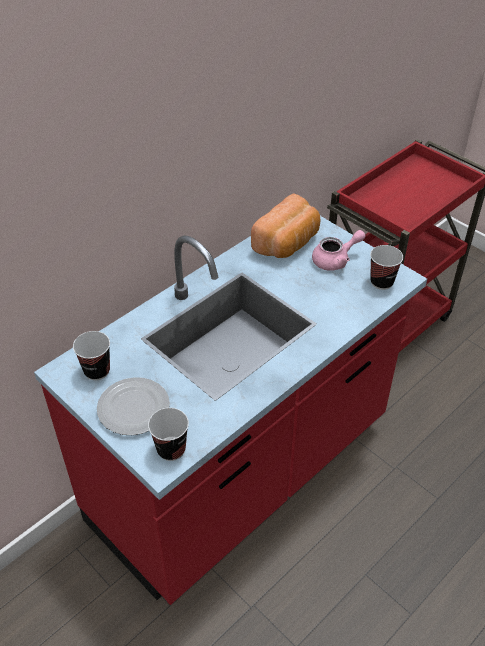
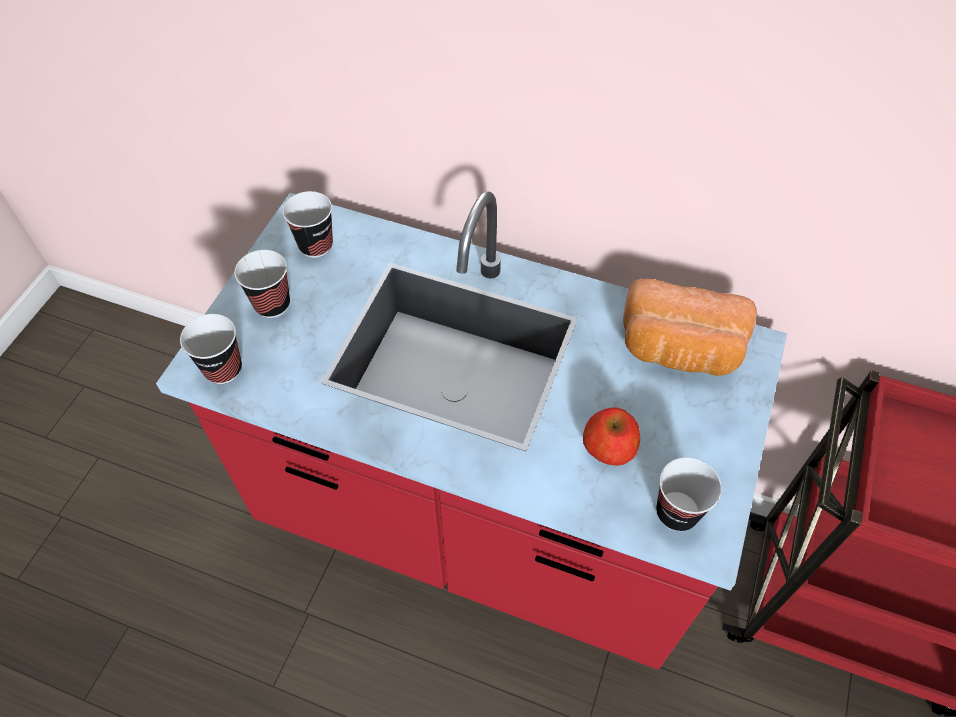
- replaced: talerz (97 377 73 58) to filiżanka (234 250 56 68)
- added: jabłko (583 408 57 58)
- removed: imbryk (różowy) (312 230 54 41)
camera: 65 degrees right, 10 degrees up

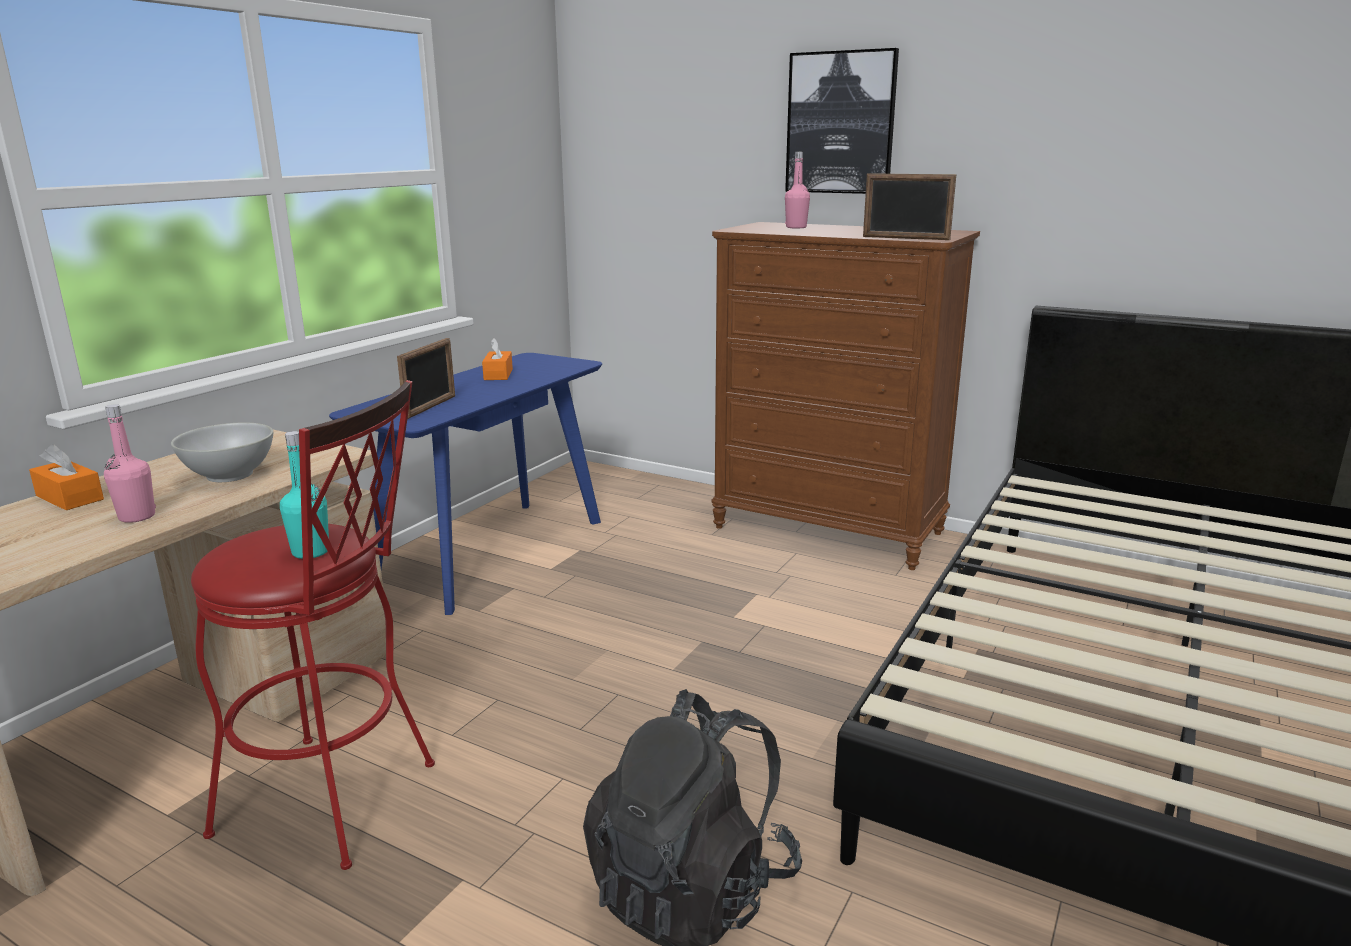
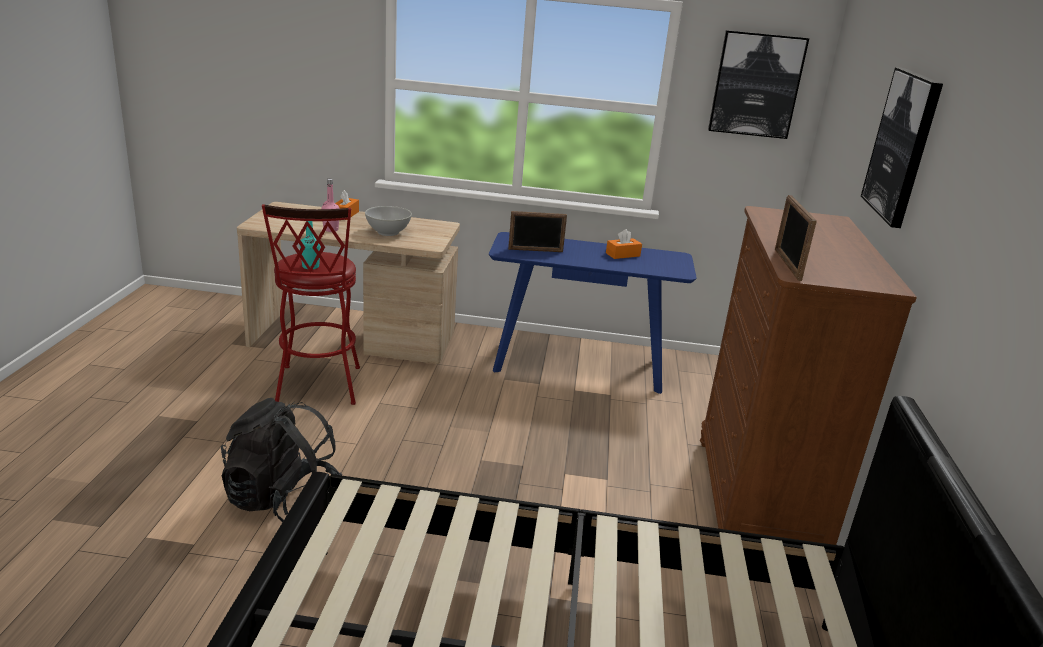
- added: obraz (708 30 101 109)
- removed: butelka (różowy) (785 152 25 76)
camera: 65 degrees right, 5 degrees up

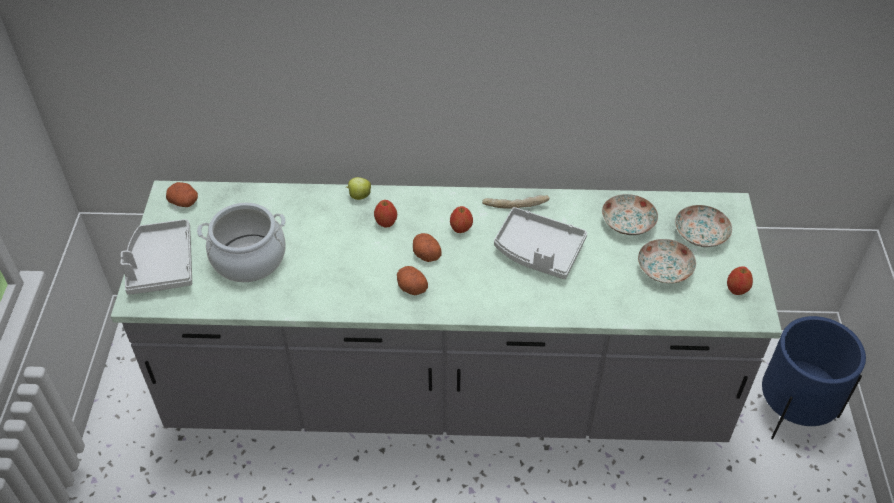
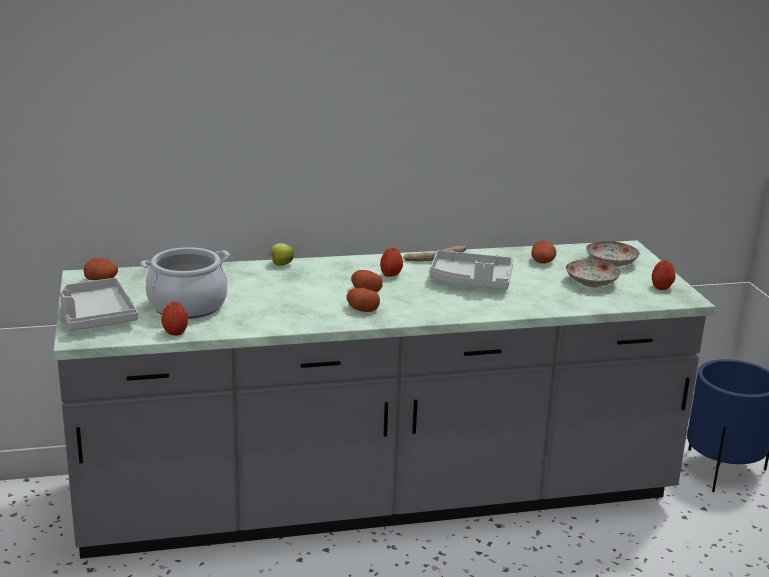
- moved: jabłko (374 200 23 28) to (161 302 27 34)
- replaced: talerz (602 194 56 41) to ziemniak (531 240 25 24)
camera: 15 degrees left, 25 degrees down

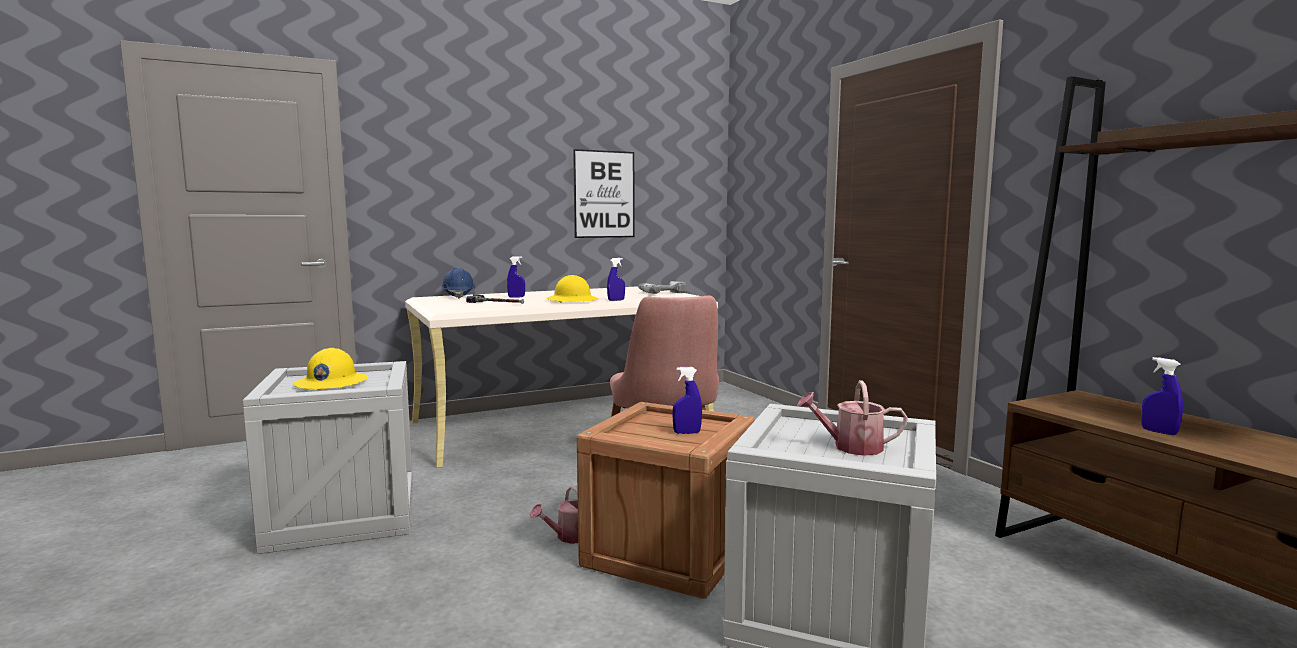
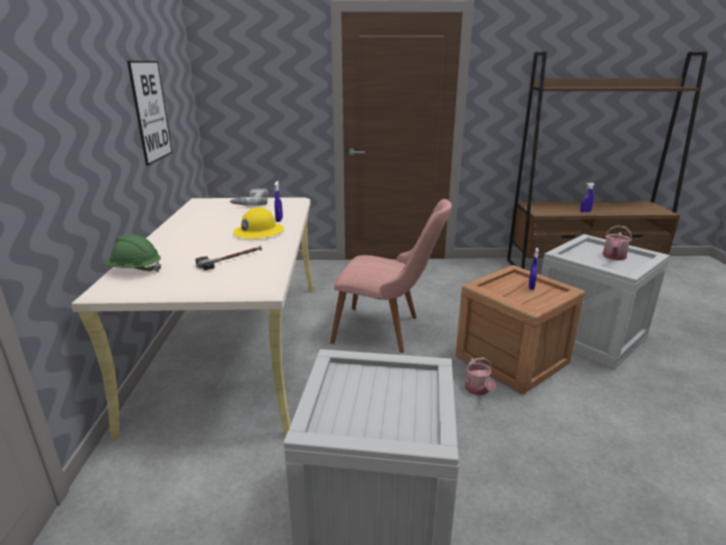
- recoloured: kask (niebieski) (441 268 34 31) to kask (zielony) (104 234 57 38)
- removed: kask (żółty) (293 348 75 41)
- removed: spryskiwacz (niebieski) (507 256 18 41)
camera: 65 degrees left, 15 degrees up

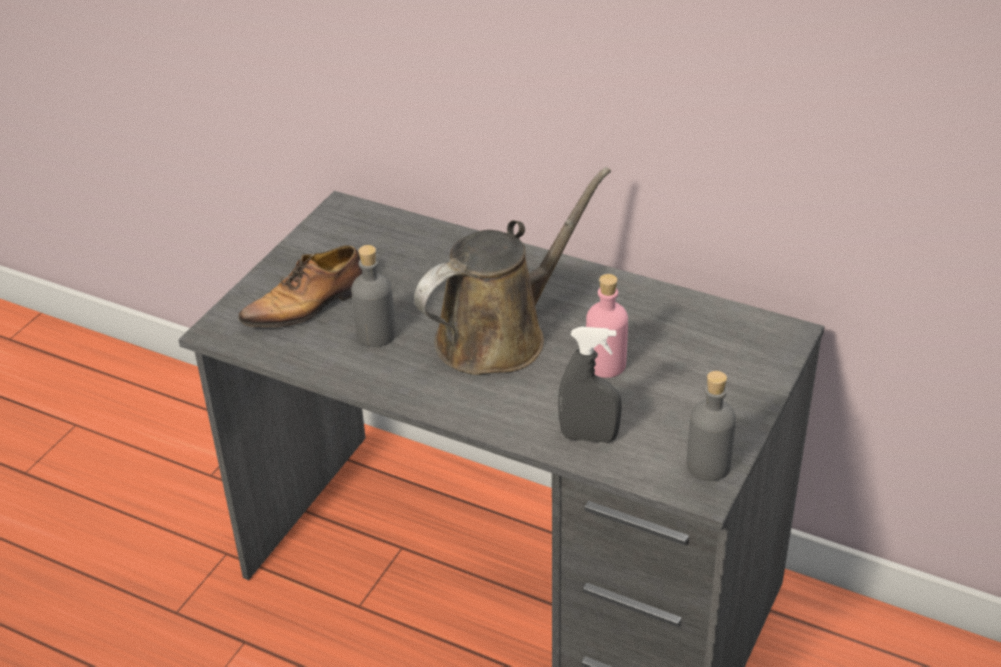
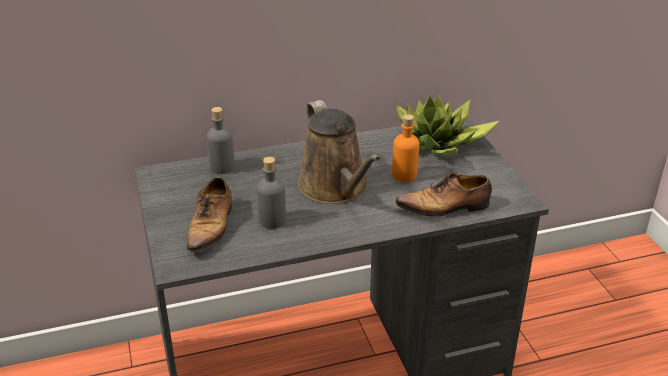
- moved: butelka (szary) (687 371 49 110) to (207 107 28 67)
- turned: konewka (brązowy) (414 167 197 208) = (298 100 82 104) 150 degrees clockwise
- recoloured: butelka (różowy) (586 274 42 104) to butelka (pomarańczowy) (392 114 27 68)
- added: roślina doniczkowa (395 94 104 62)
- replaced: spryskiwacz (szary) (558 327 64 116) to but (395 172 97 45)
camera: 45 degrees left, 5 degrees down

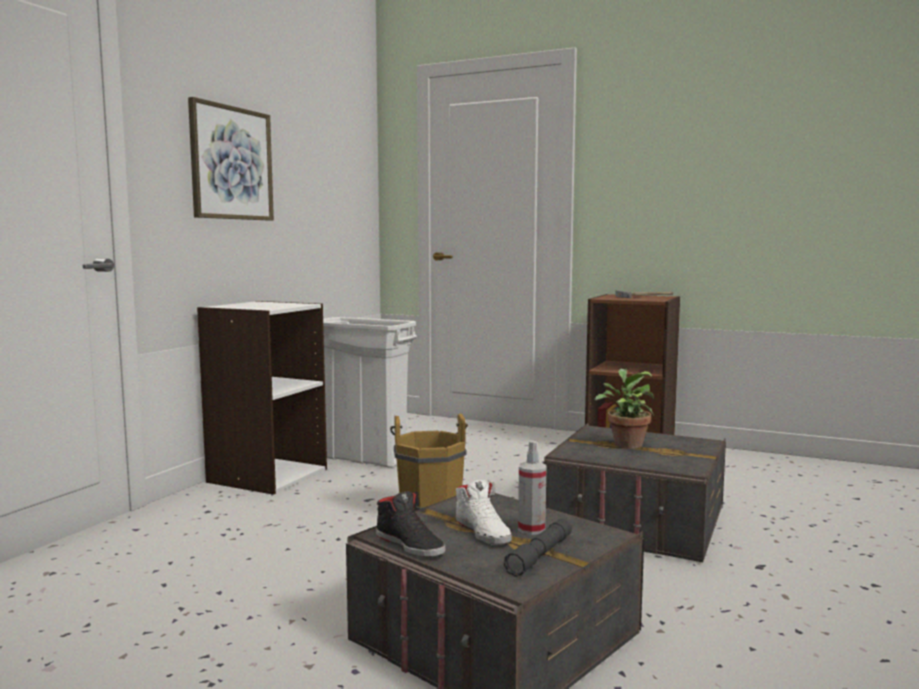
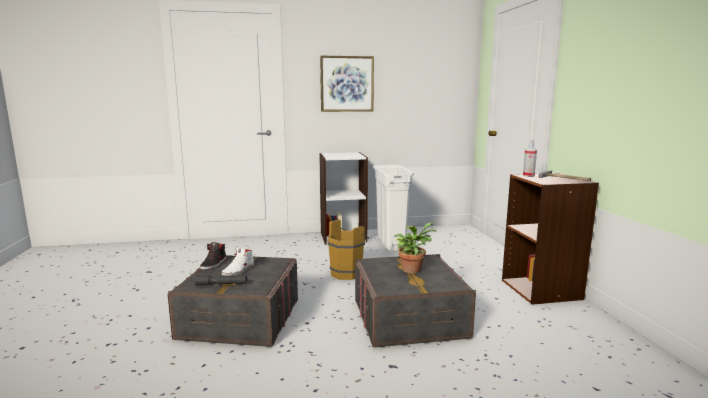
- moved: spryskiwacz (518 440 28 95) to (523 139 14 38)
camera: 55 degrees right, 5 degrees up

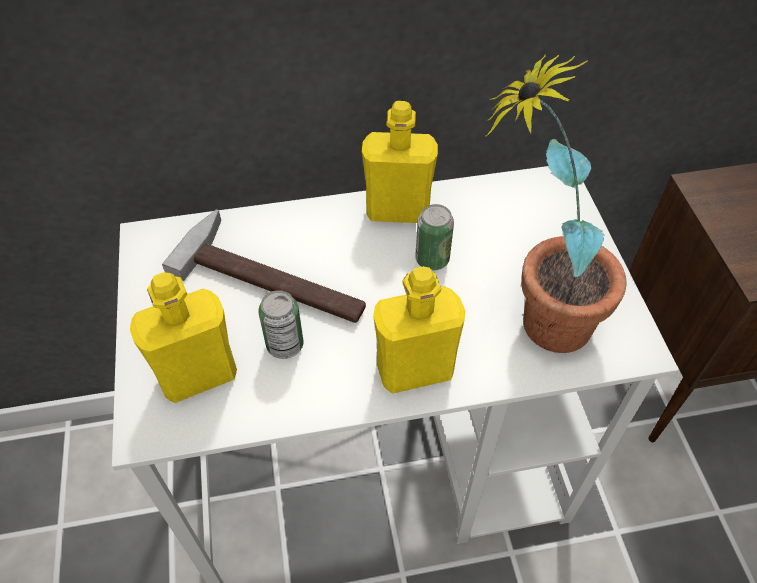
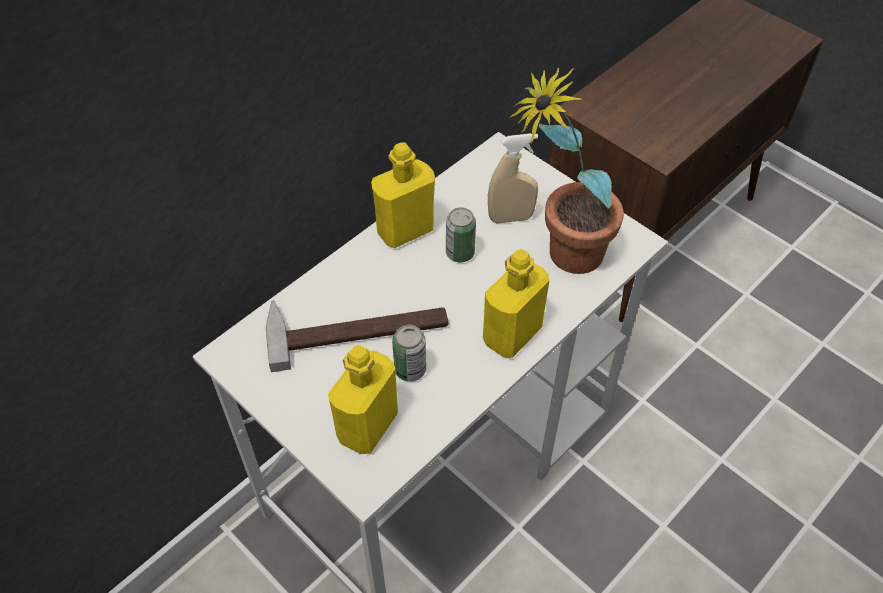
- added: spryskiwacz (beżowy) (488 133 50 90)
camera: 35 degrees left, 0 degrees up

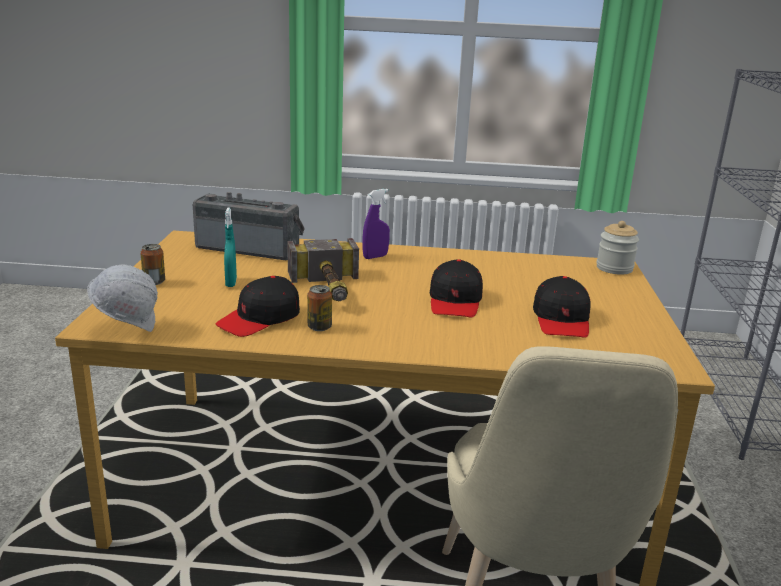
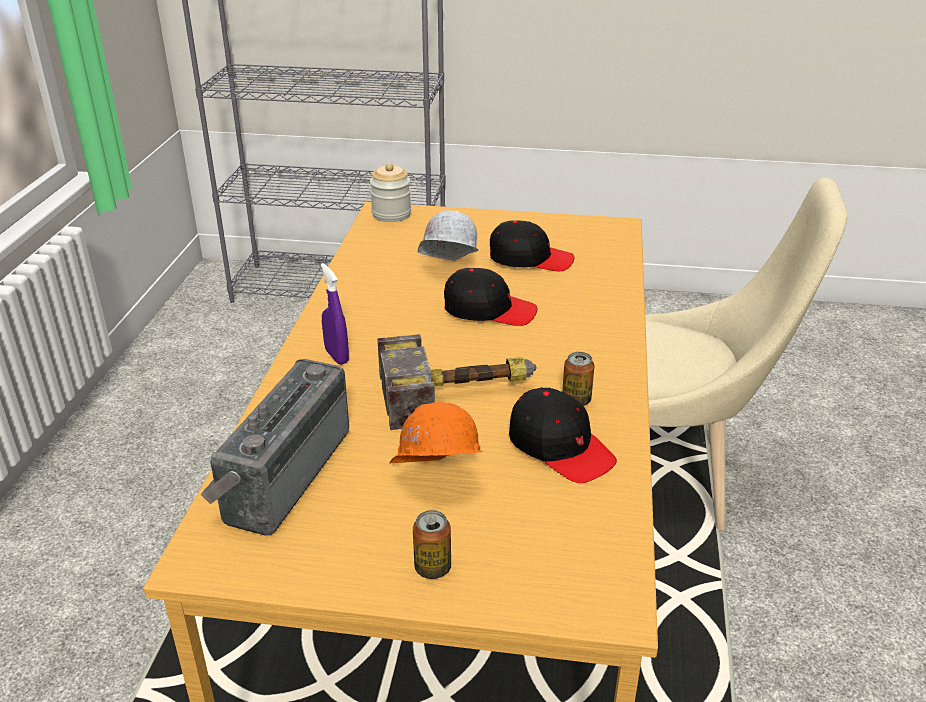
- replaced: spryskiwacz (turkusowy) (224 208 13 79) to kask (pomarańczowy) (389 402 94 63)
- moved: kask (biały) (87 264 71 68) to (418 210 60 51)
camera: 85 degrees left, 10 degrees up

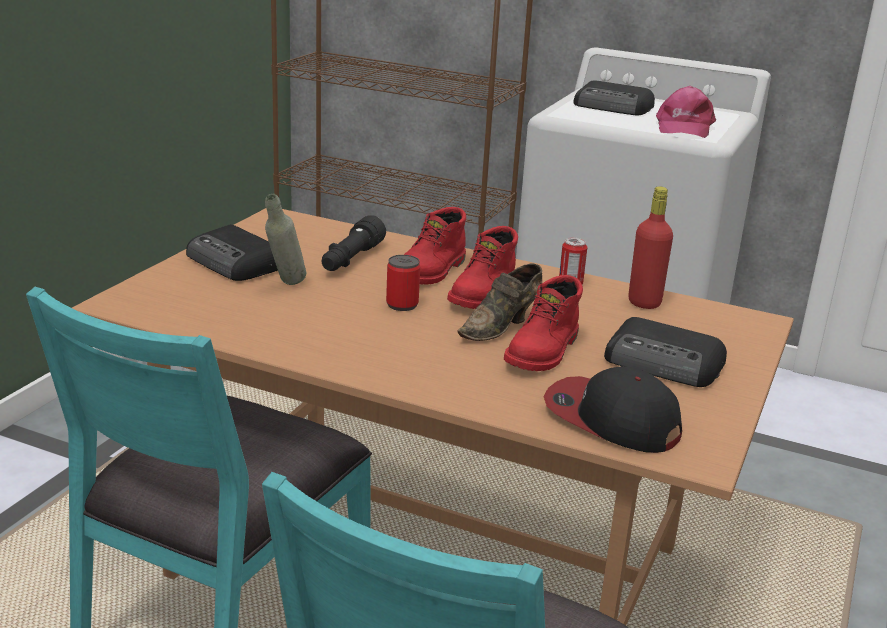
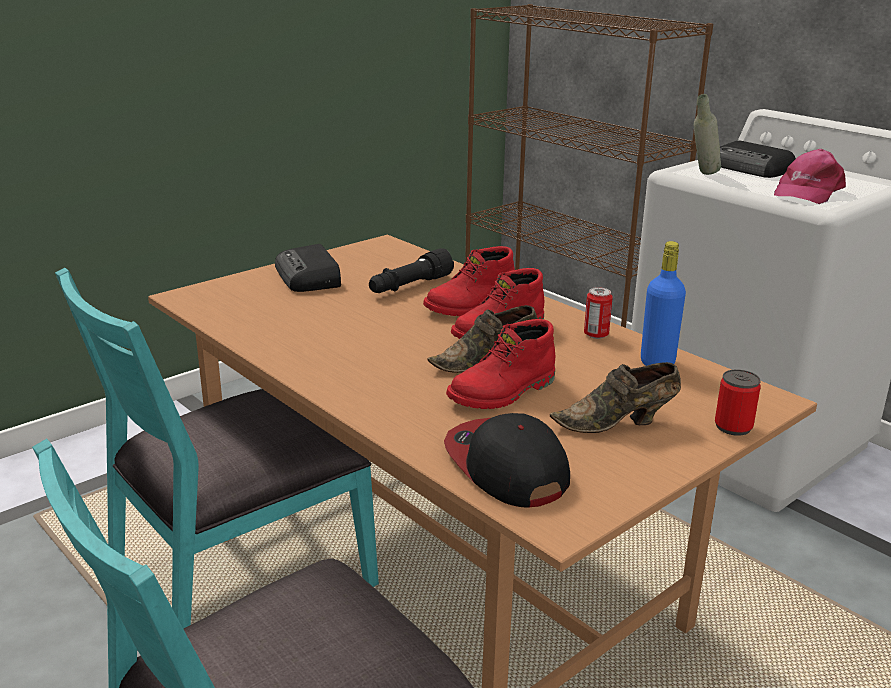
- replaced: radio (604 317 123 70) to but (brązowy) (550 362 131 71)
- recoloured: butelka (czerwony) (628 186 45 123) to butelka (niebieski) (641 241 45 125)
- moved: butelka (szary) (265 194 41 91) to (694 94 27 81)
- moved: puszka (386 255 34 56) to (715 370 46 66)
camera: 25 degrees right, 0 degrees up

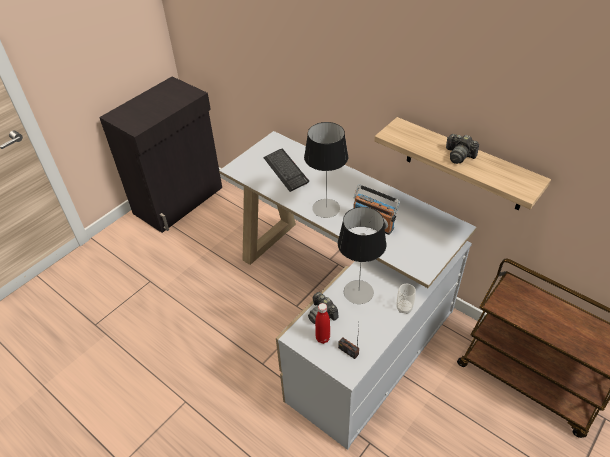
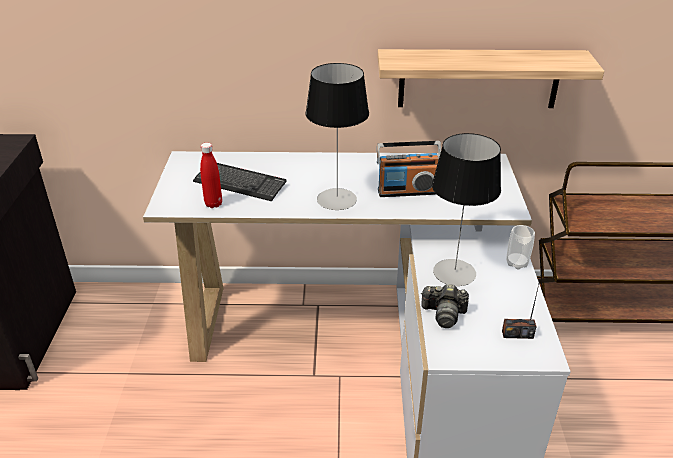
- moved: butelka (czerwony) (315 303 15 41) to (200 143 22 65)
- removed: aparat fotograficzny (446 134 33 30)
camera: 40 degrees left, 10 degrees down

